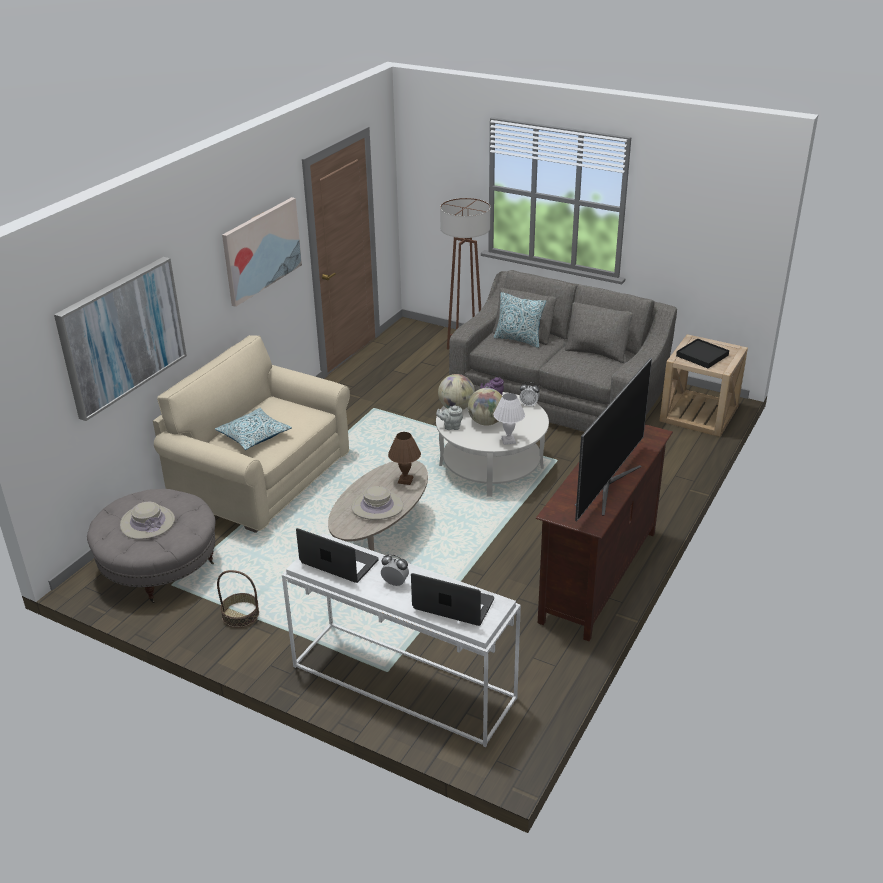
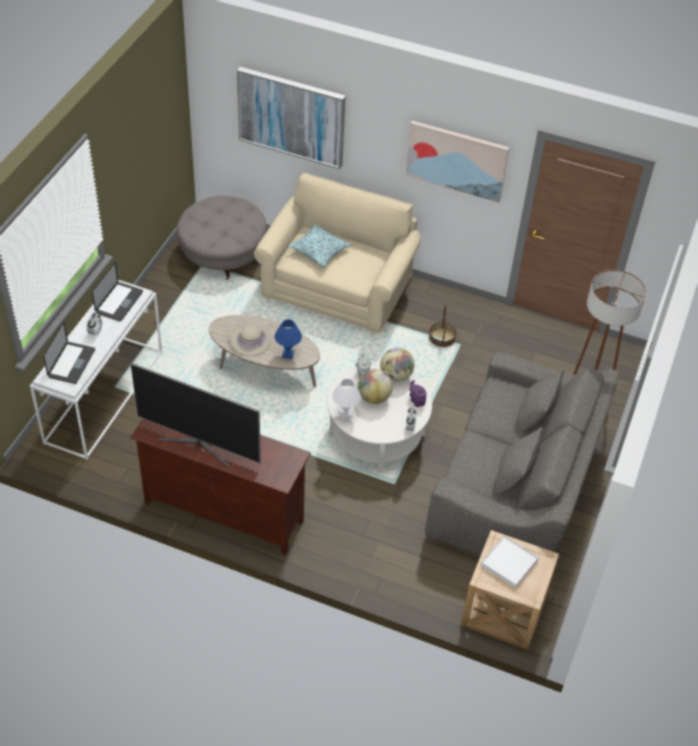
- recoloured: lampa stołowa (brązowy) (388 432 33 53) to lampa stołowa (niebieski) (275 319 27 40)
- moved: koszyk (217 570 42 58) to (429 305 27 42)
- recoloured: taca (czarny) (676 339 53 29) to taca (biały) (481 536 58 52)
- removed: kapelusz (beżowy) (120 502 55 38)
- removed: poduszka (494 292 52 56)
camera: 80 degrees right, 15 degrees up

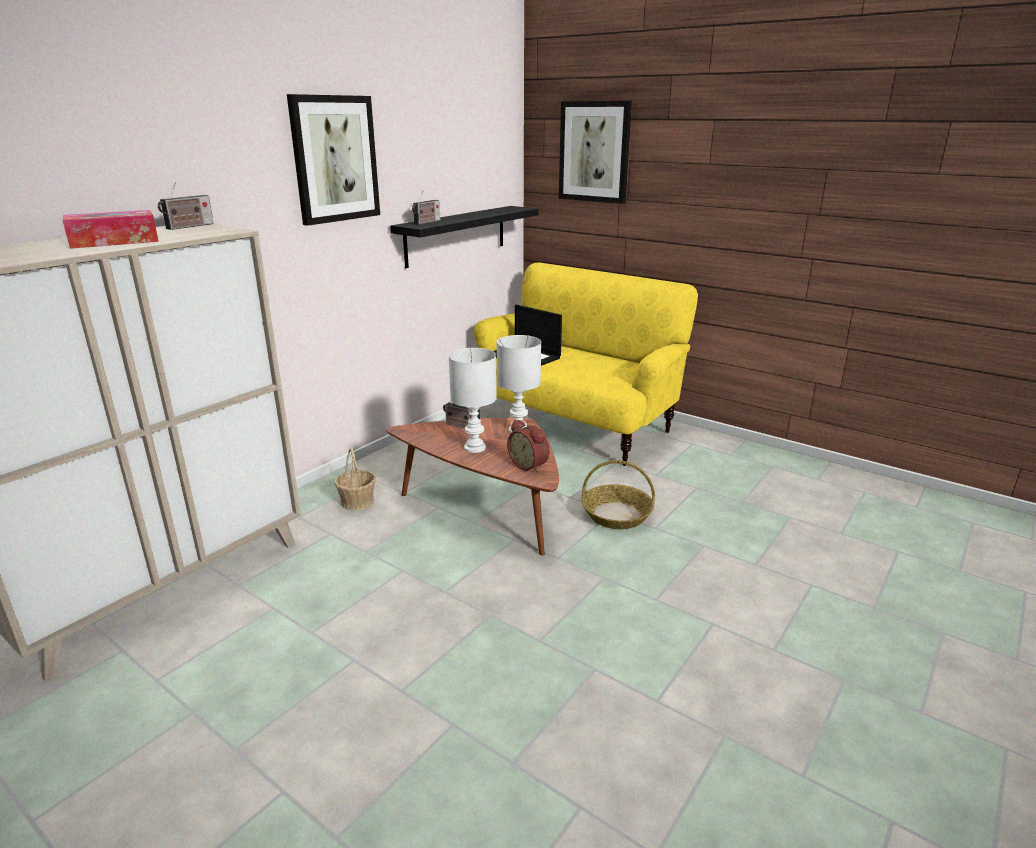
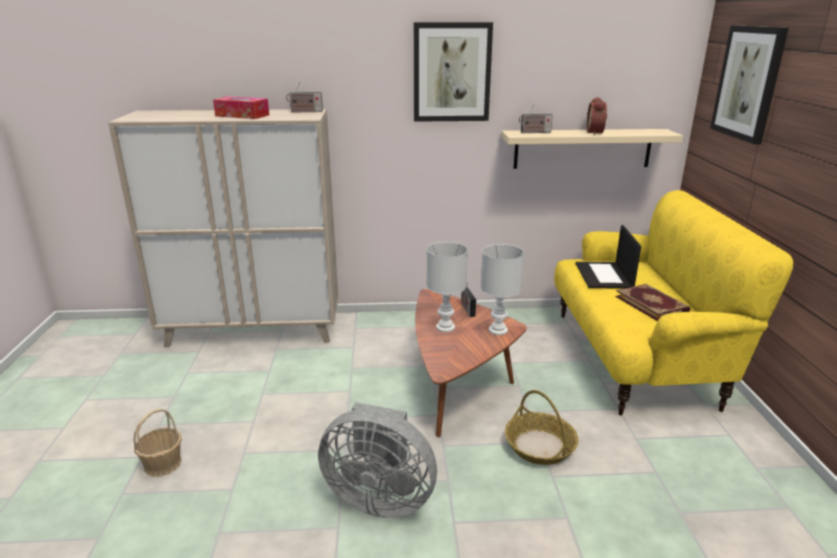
- moved: koszyk (334 448 42 63) to (133 408 49 69)
- added: wentylator (szary) (318 402 119 116)
- recoloured: półka (czarny) (390 206 148 62) to półka (beżowy) (501 129 182 40)
- moved: budzik (507 419 43 54) to (587 97 20 38)
- added: książka (615 284 75 37)
camera: 50 degrees right, 0 degrees up

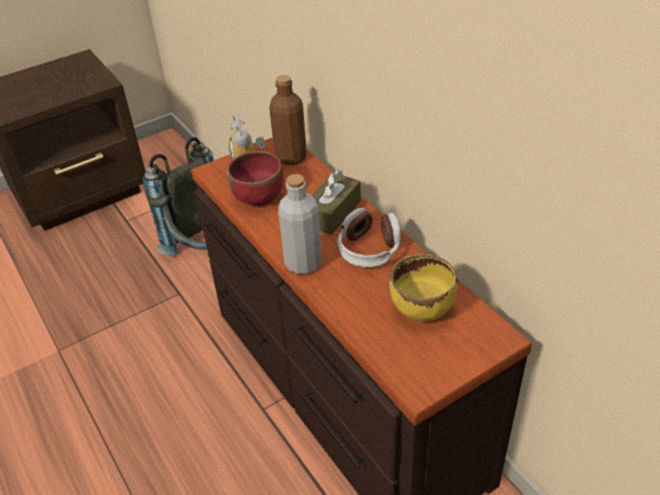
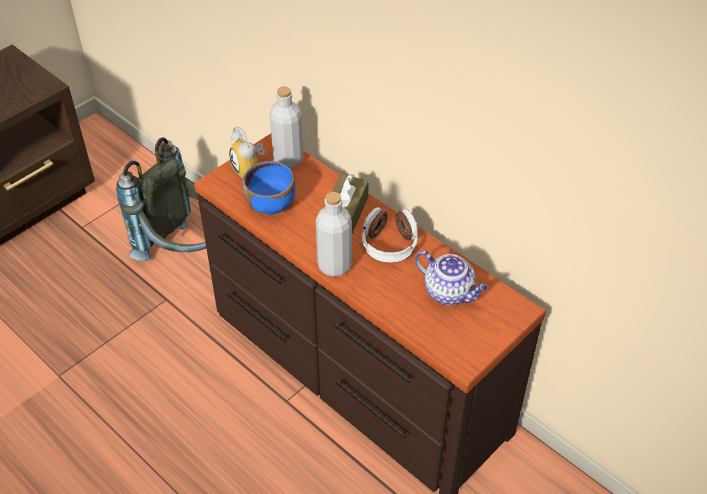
- recoloured: miska (czerwony) (227 151 57 56) to miska (niebieski) (242 161 54 54)
- recoloured: butelka (brązowy) (269 75 38 90) to butelka (szary) (269 86 35 82)
- replaced: miska (żółty) (389 254 69 68) to imbryk (415 251 73 54)
camera: 15 degrees left, 5 degrees up

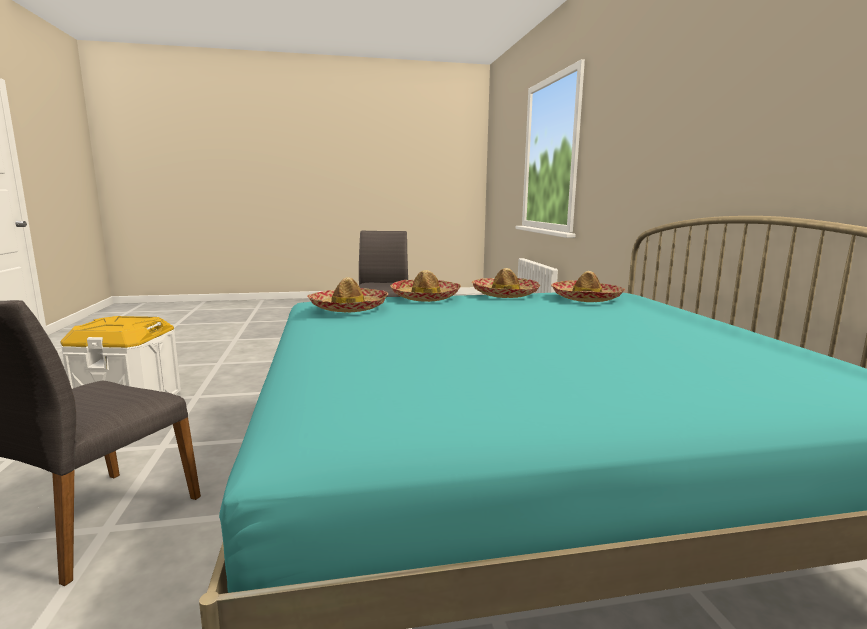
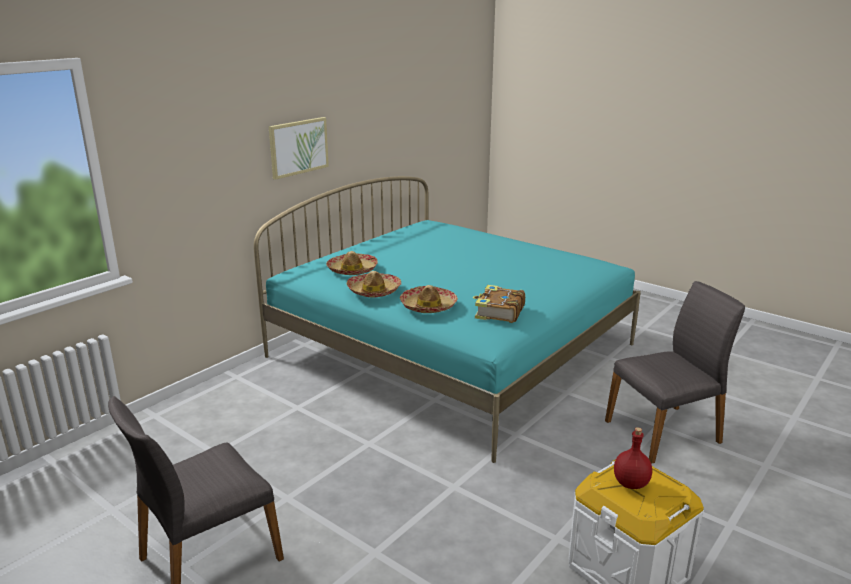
- added: obraz (269 117 60 63)
- replaced: kapelusz (307 277 81 35) to książka (473 285 52 38)
- added: butelka (czerwony) (614 427 38 62)
camera: 130 degrees left, 10 degrees up

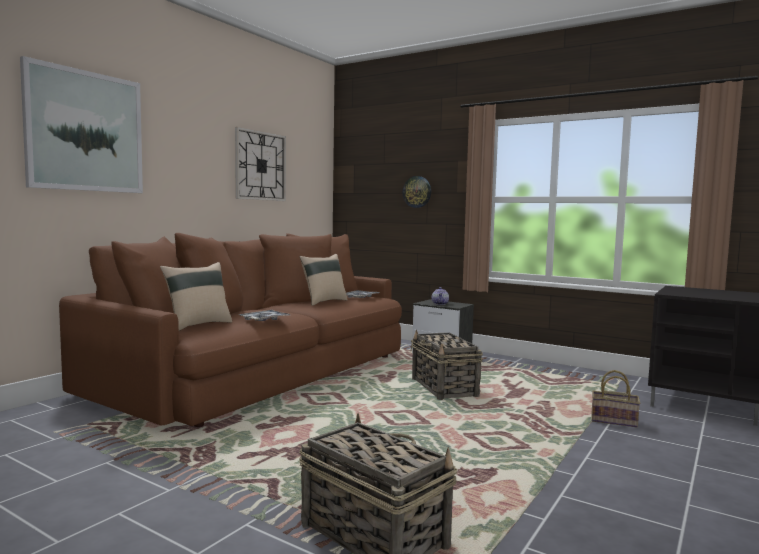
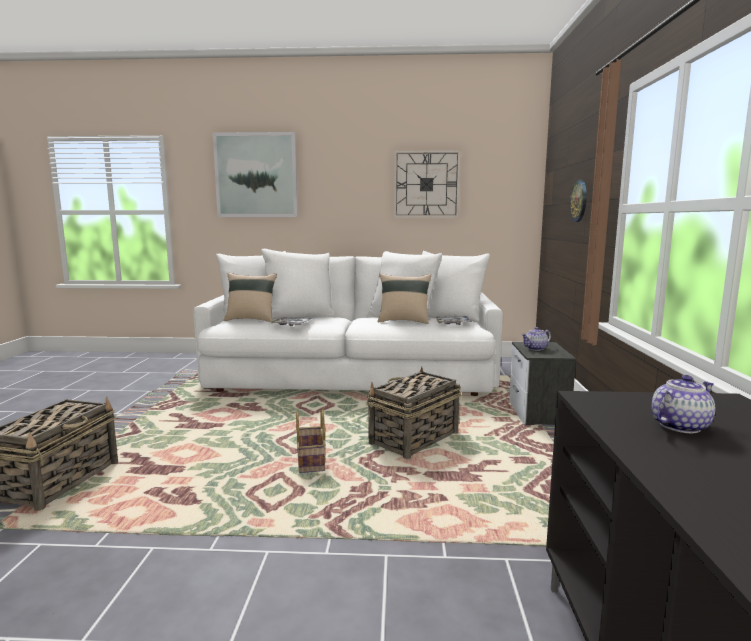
- recoloured: kanapa (brązowy) (59 233 343 194) to kanapa (biały) (194 249 309 147)
- moved: koszyk (591 370 49 57) to (296 410 29 63)
- added: imbryk (652 375 63 58)
camera: 60 degrees right, 5 degrees up

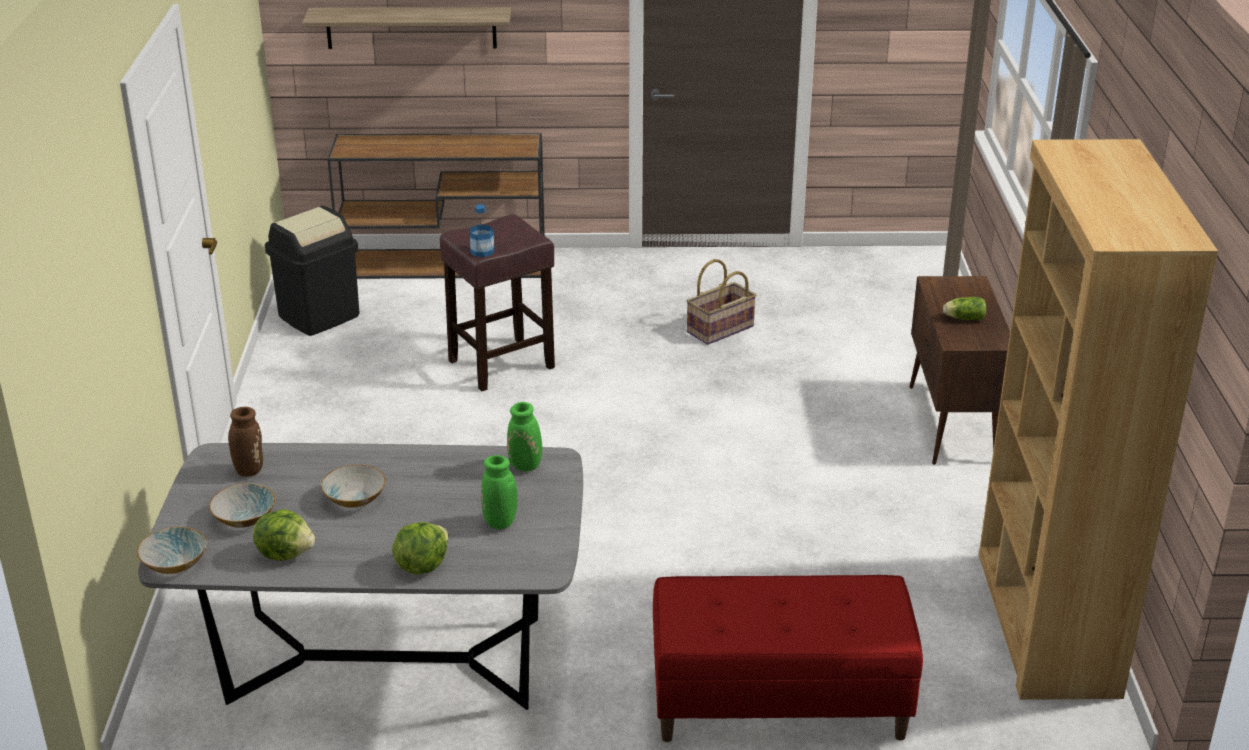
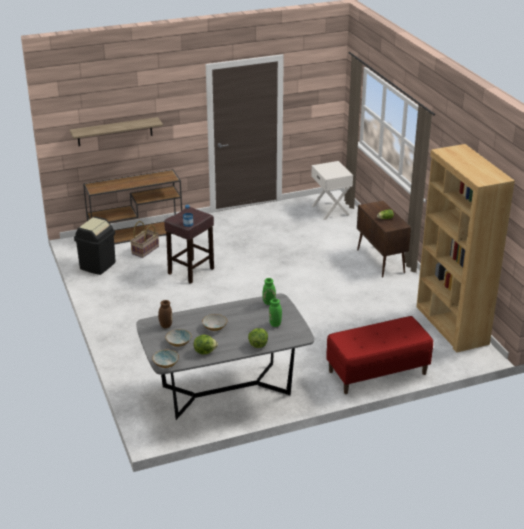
- moved: koszyk (686 259 70 86) to (130 221 29 37)
- added: szafka nocna (biały) (311 161 42 59)
camera: 20 degrees left, 0 degrees up

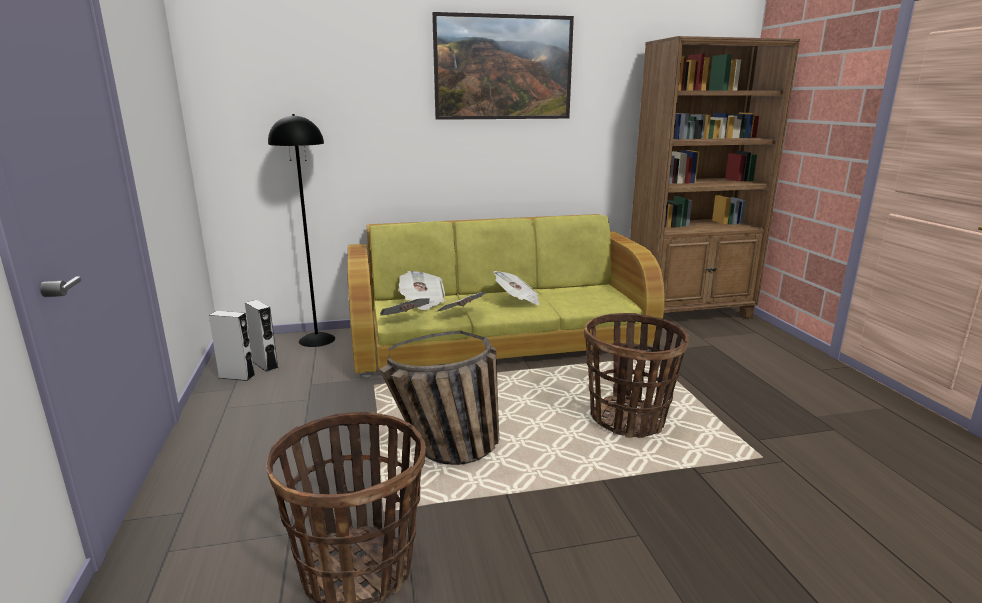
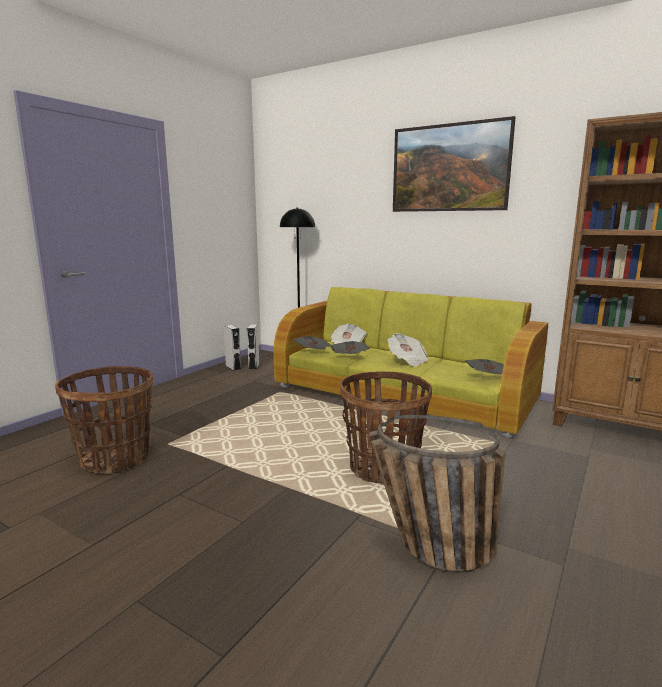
- moved: koszyk (379 331 120 134) to (369 415 136 158)
- added: gazeta (464 359 40 15)
camera: 45 degrees right, 5 degrees down

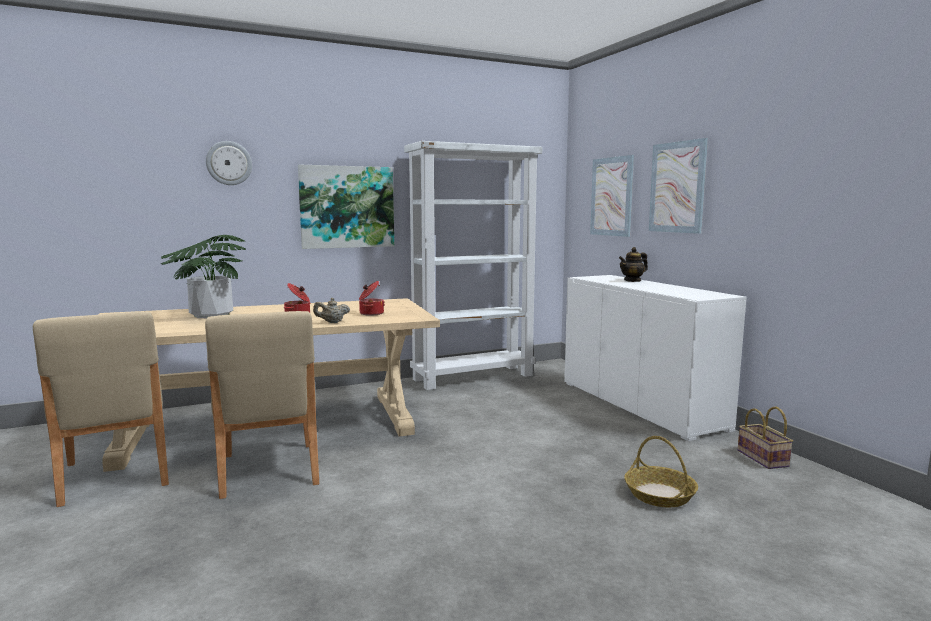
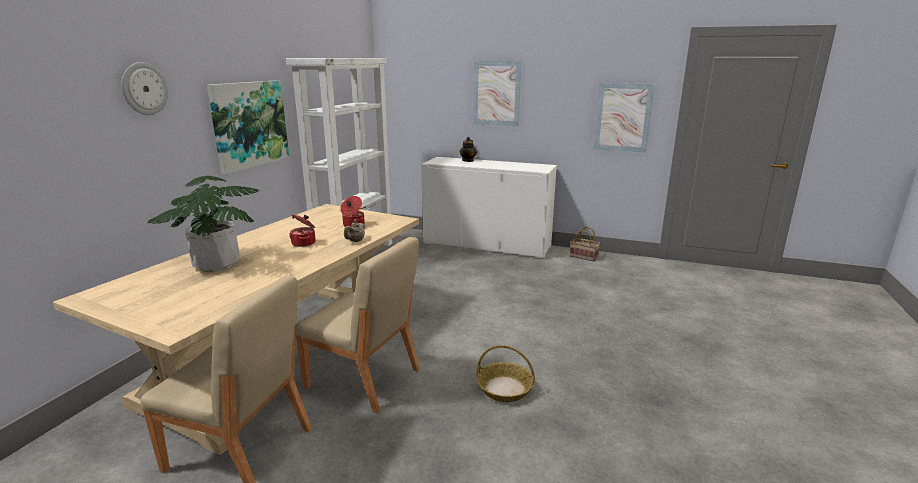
- moved: koszyk (624 436 74 71) to (476 345 59 57)
- moved: obraz (590 155 44 82) to (594 83 61 69)
camera: 45 degrees left, 10 degrees up

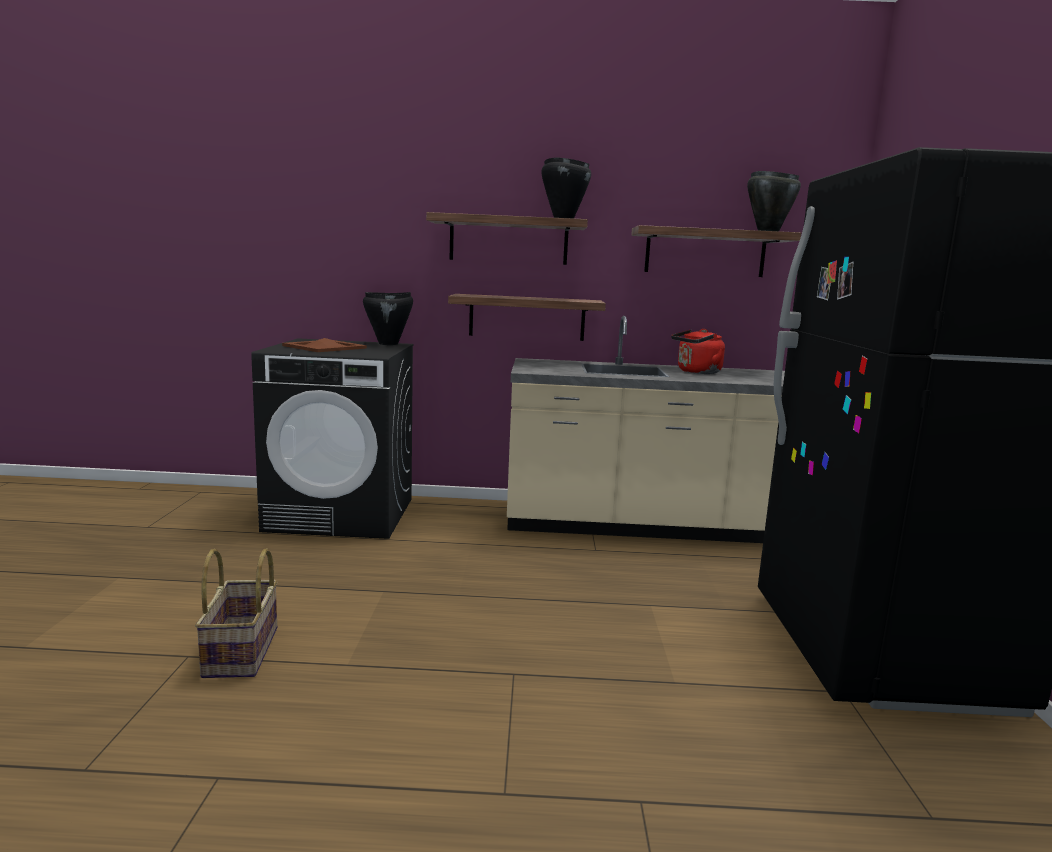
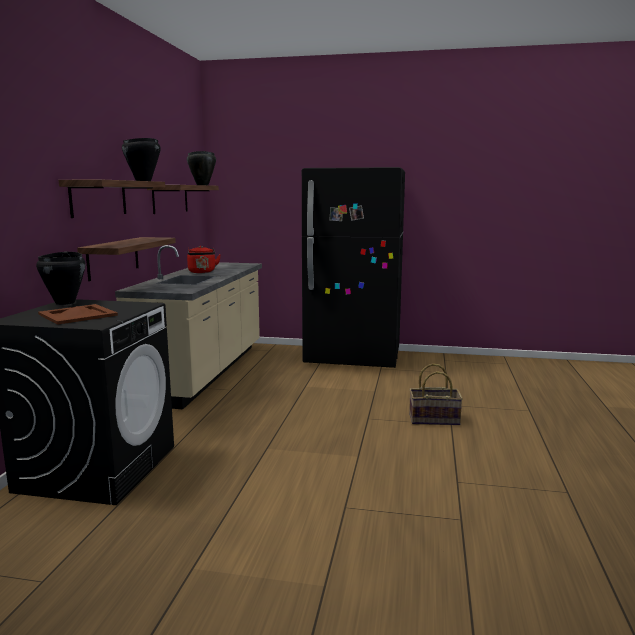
- moved: koszyk (195 549 82 129) to (409 363 54 62)
camera: 80 degrees left, 0 degrees up

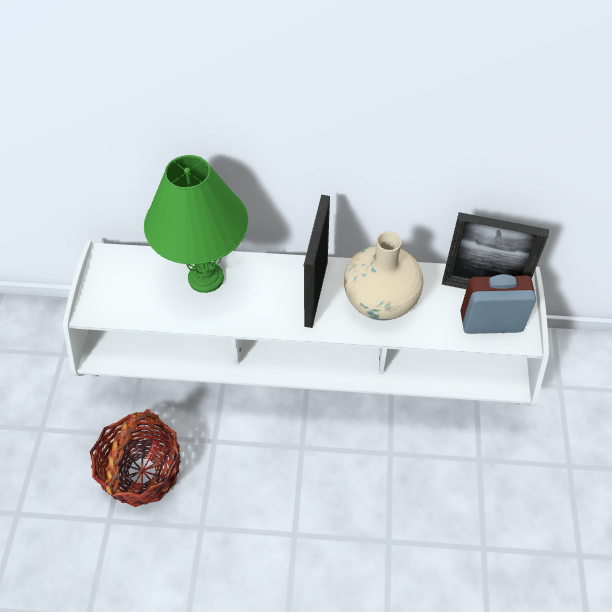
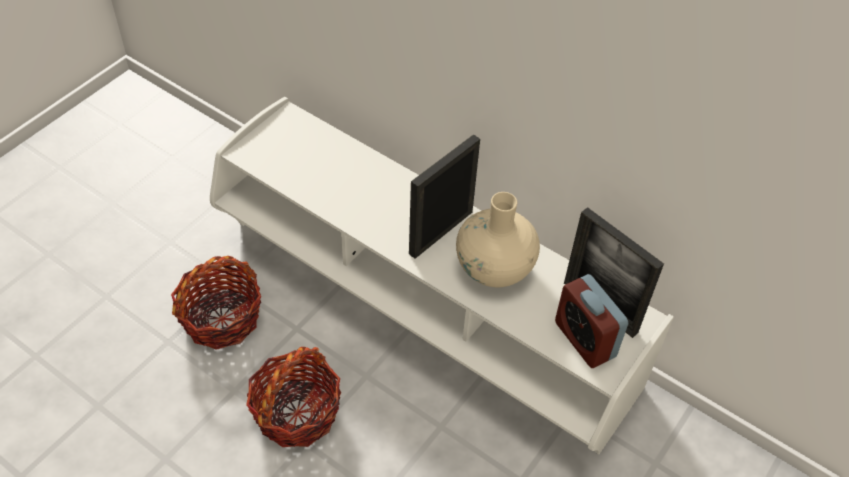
- added: koszyk (246 347 95 100)
- turned: budzik (460 274 76 60) = (555 274 73 94) 150 degrees counterclockwise
- removed: lampa stołowa (zielony) (144 155 104 138)
camera: 30 degrees right, 5 degrees down

